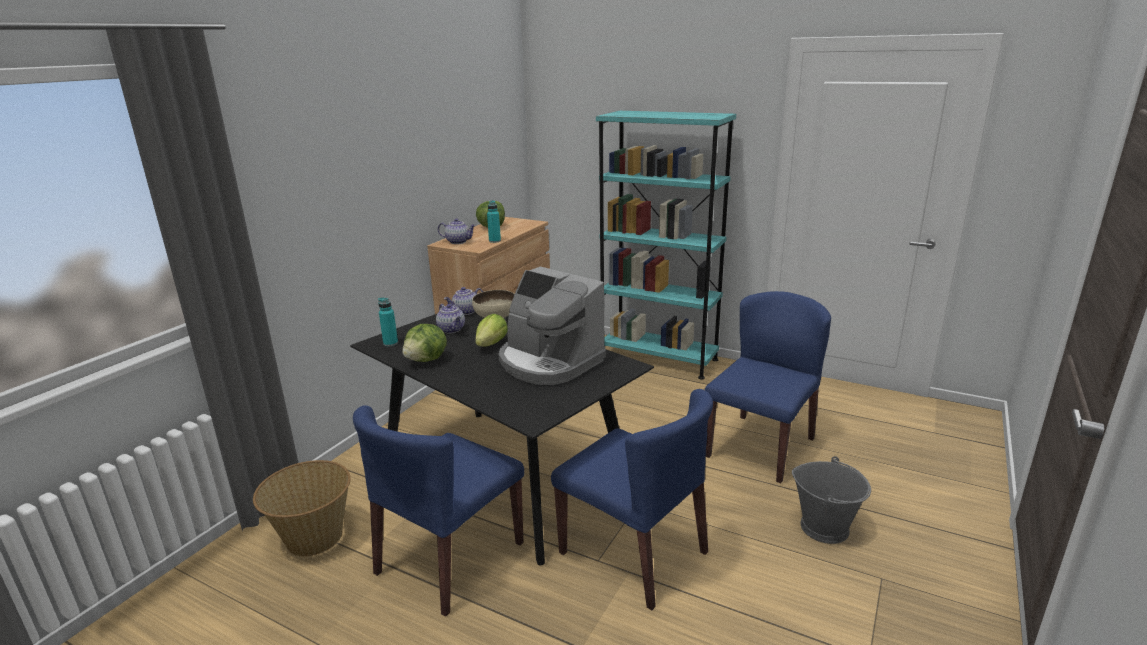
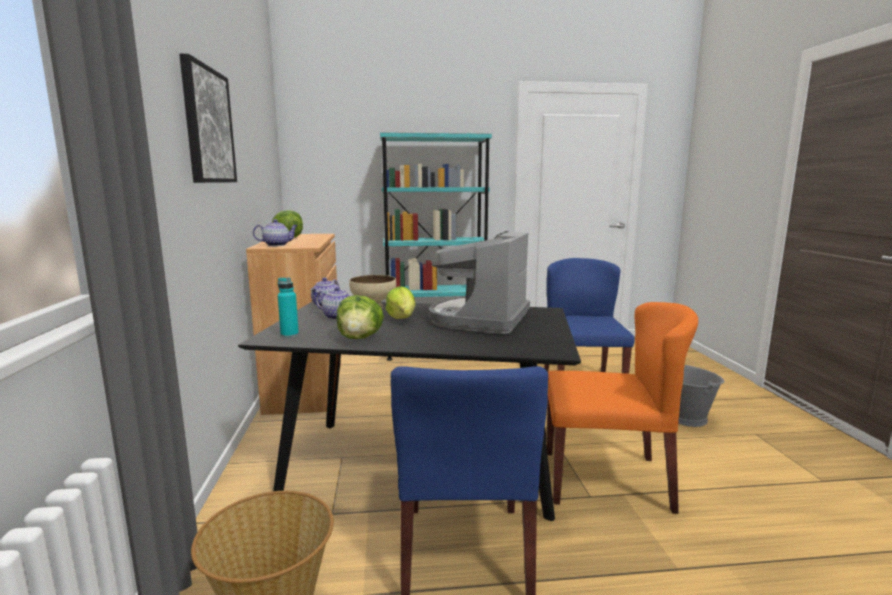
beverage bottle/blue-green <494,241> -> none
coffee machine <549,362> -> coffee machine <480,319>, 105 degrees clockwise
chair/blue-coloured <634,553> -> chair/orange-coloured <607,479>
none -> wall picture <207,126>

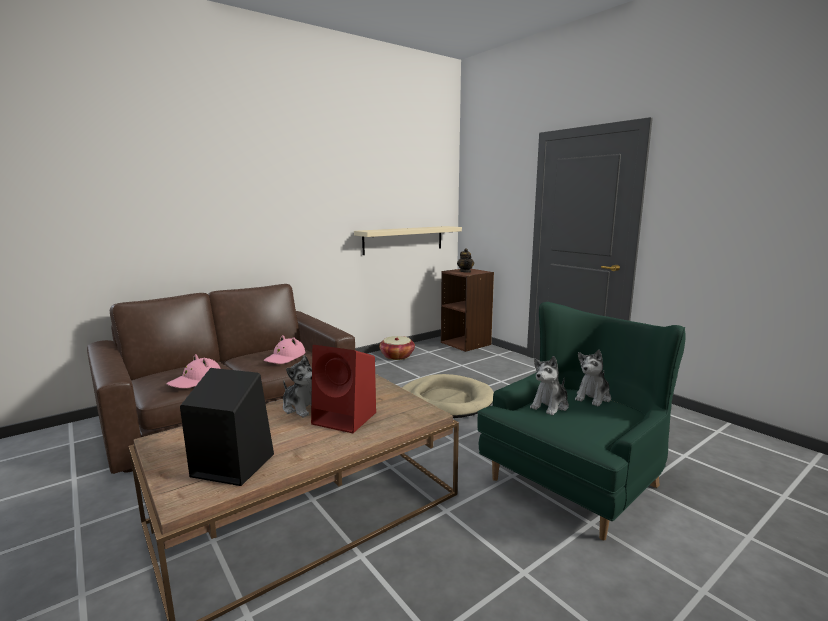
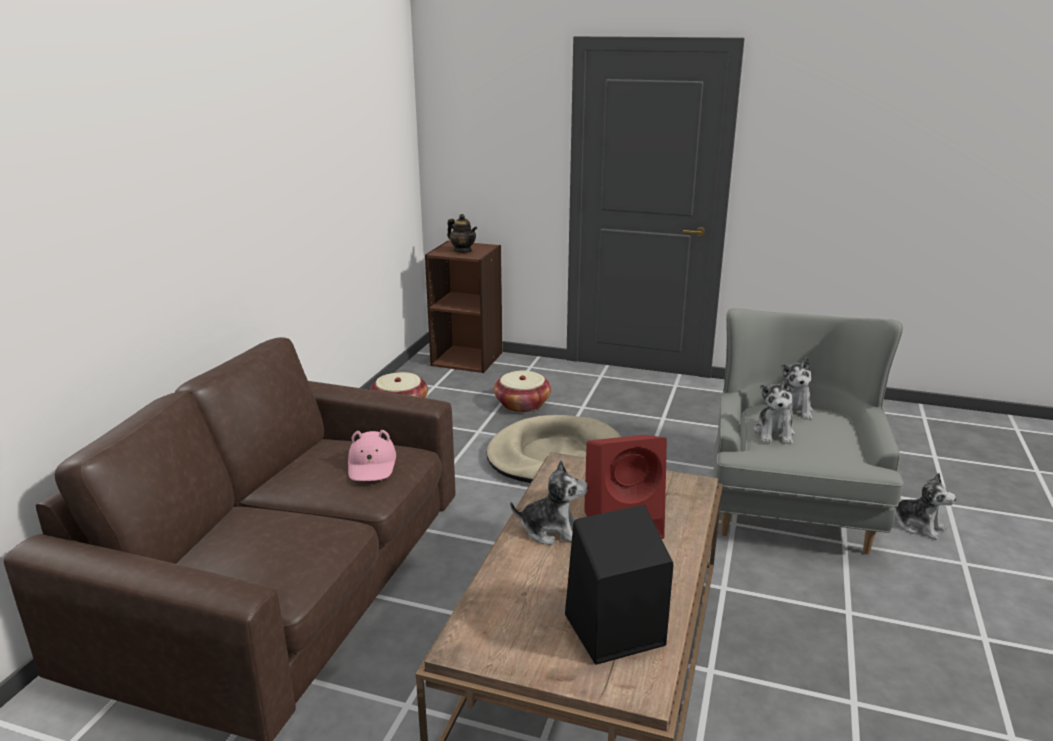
wall shelf/sand-coloured <403,240> -> none
easy chair/greenish <577,480> -> easy chair/greyish <789,504>
clothing hat/pink <196,380> -> none
none -> storage basket <522,404>
none -> soft toy <918,525>

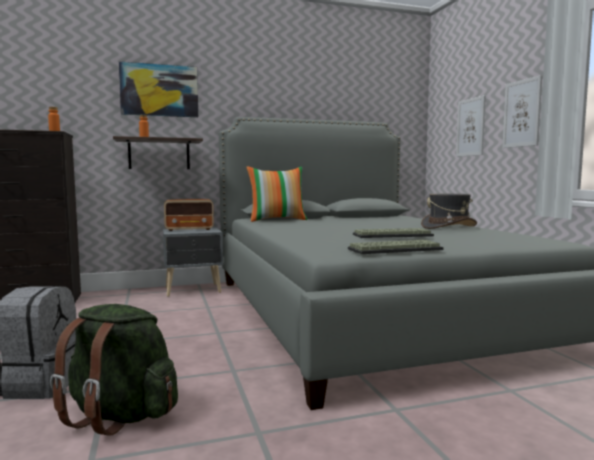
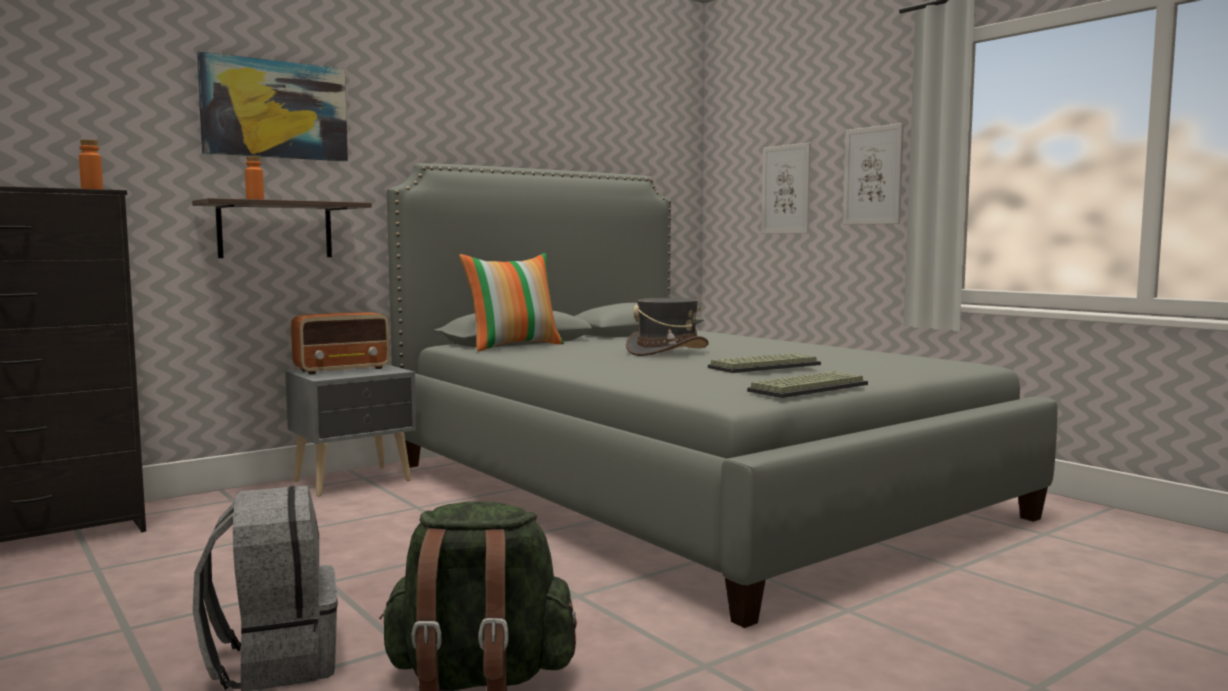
clothing hat/greyish <448,227> -> clothing hat/greyish <667,352>, relocated

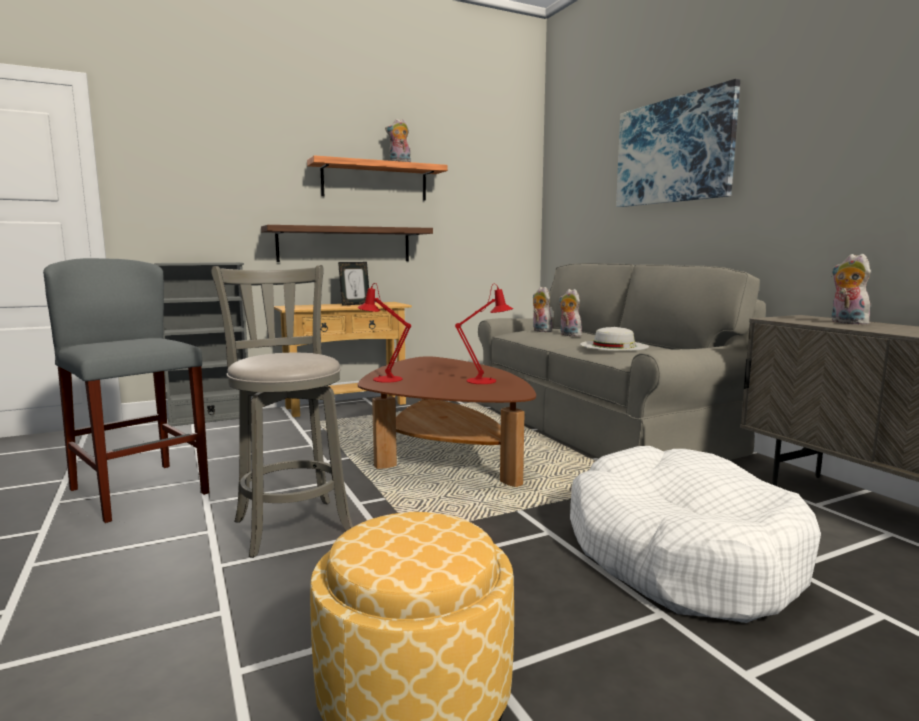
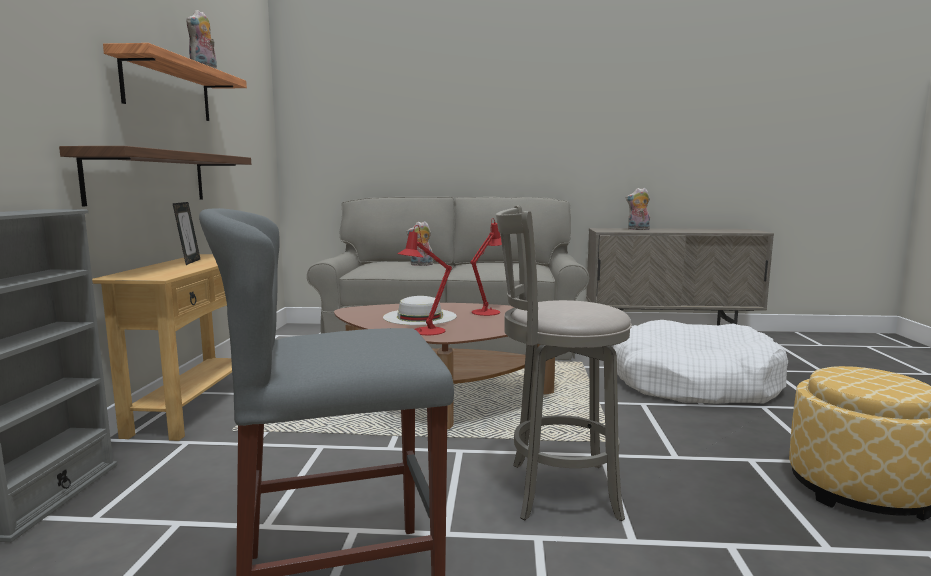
wall picture <673,151> -> none
soft toy <540,331> -> none
clothing hat/white-coloured <614,345> -> clothing hat/white-coloured <420,317>, relocated

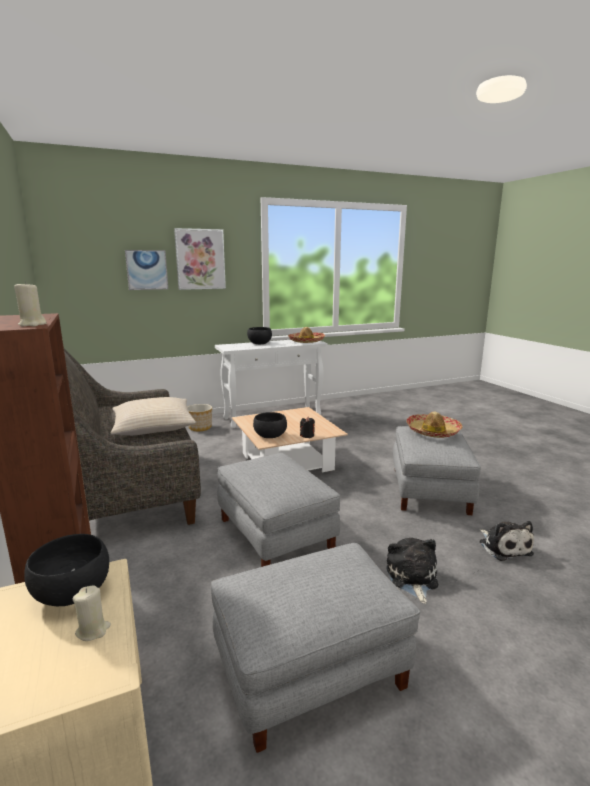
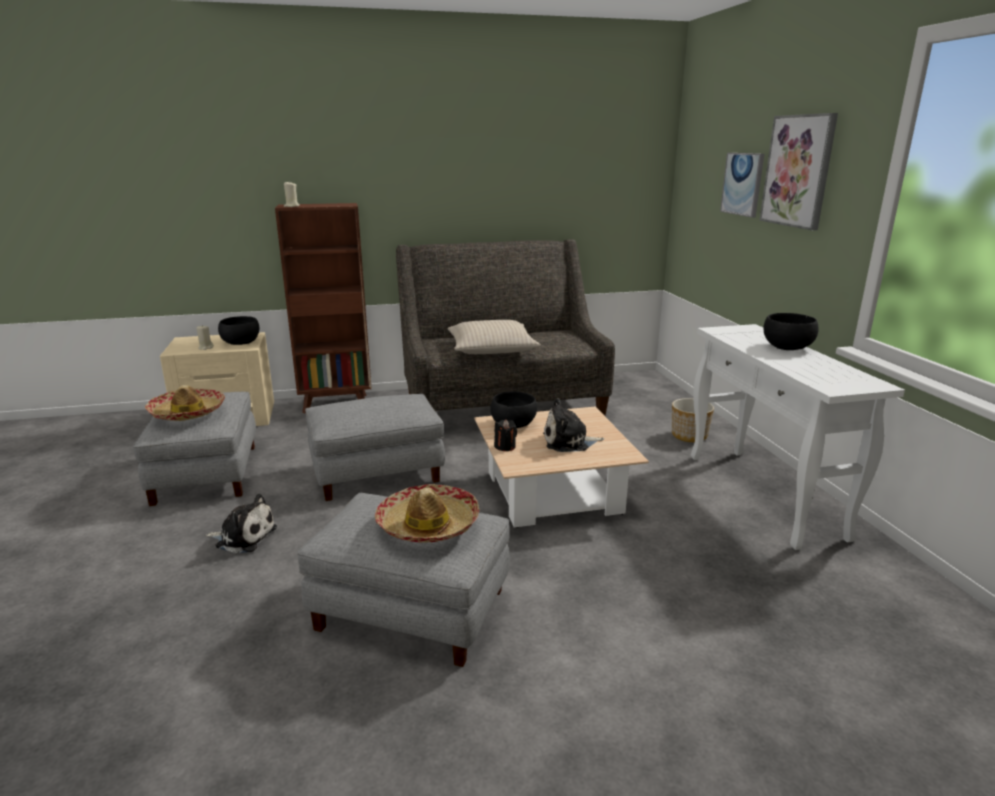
clothing hat <306,341> -> clothing hat <188,412>, relocated
soft toy <503,547> -> soft toy <569,442>, relocated

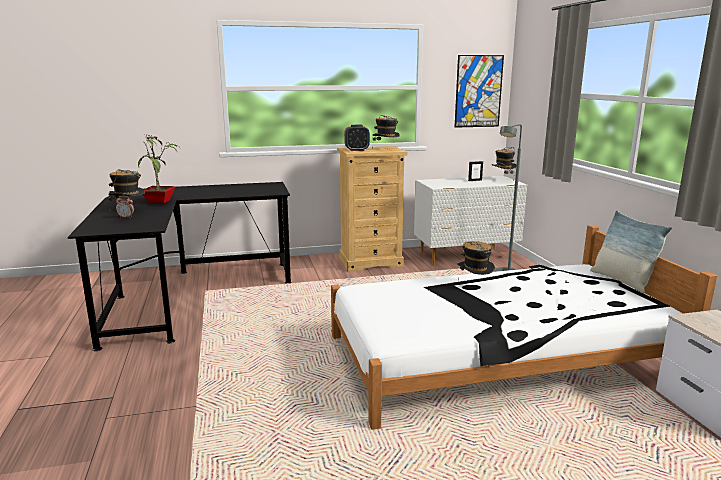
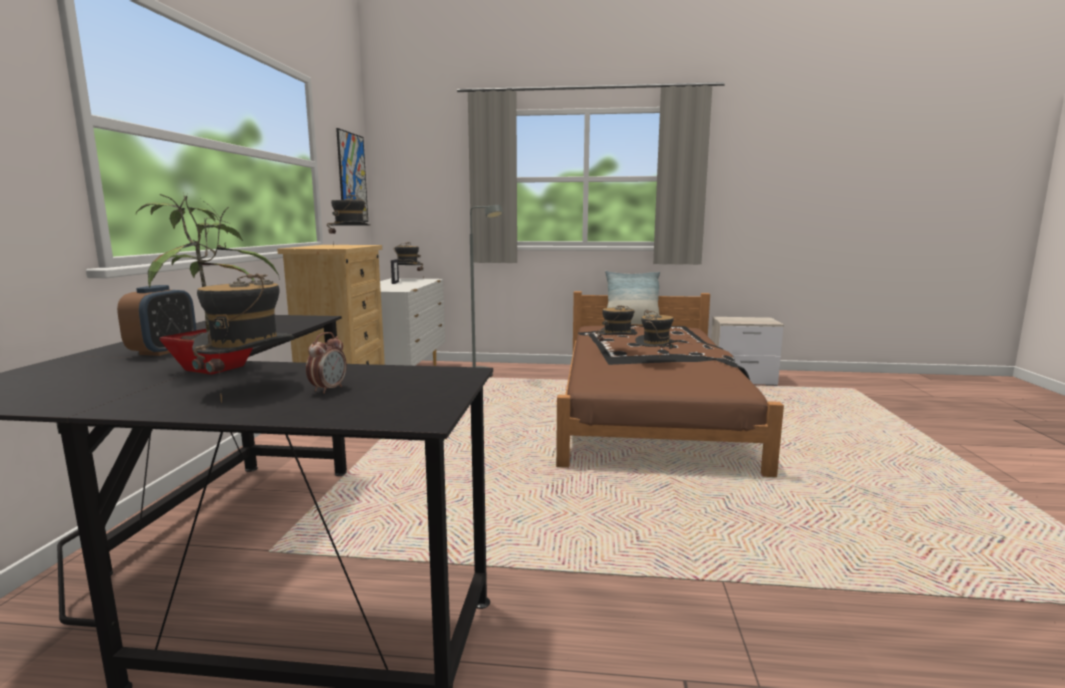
alarm clock <357,150> -> alarm clock <163,351>, relocated
sleeping bed/white-coloured <499,356> -> sleeping bed/brown <647,409>
none -> clothing hat <655,363>

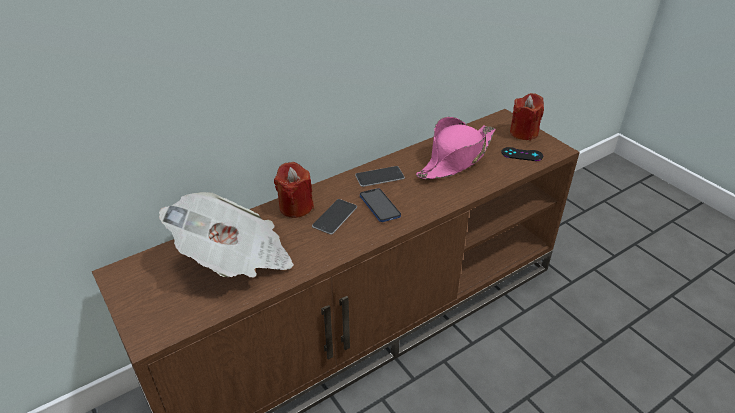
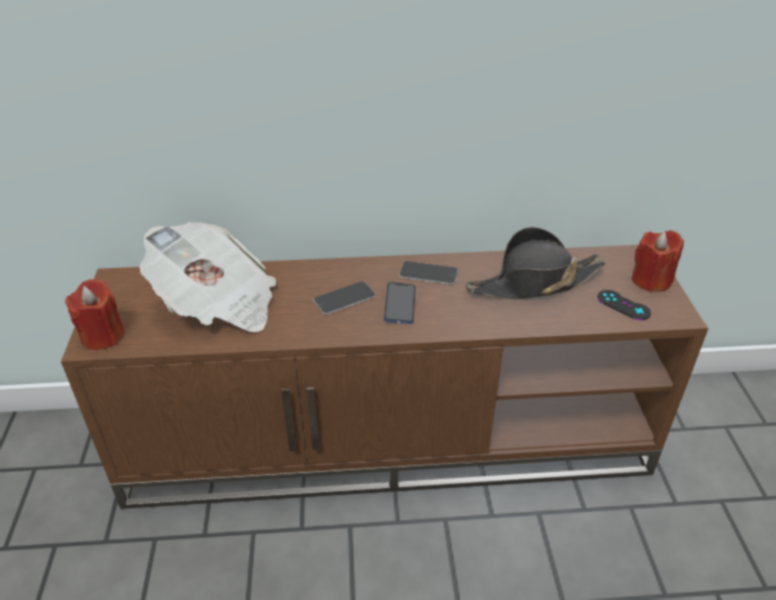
clothing hat/pink <456,159> -> clothing hat/black <534,283>
wax candle/red-coloured <295,207> -> wax candle/red-coloured <102,336>, relocated

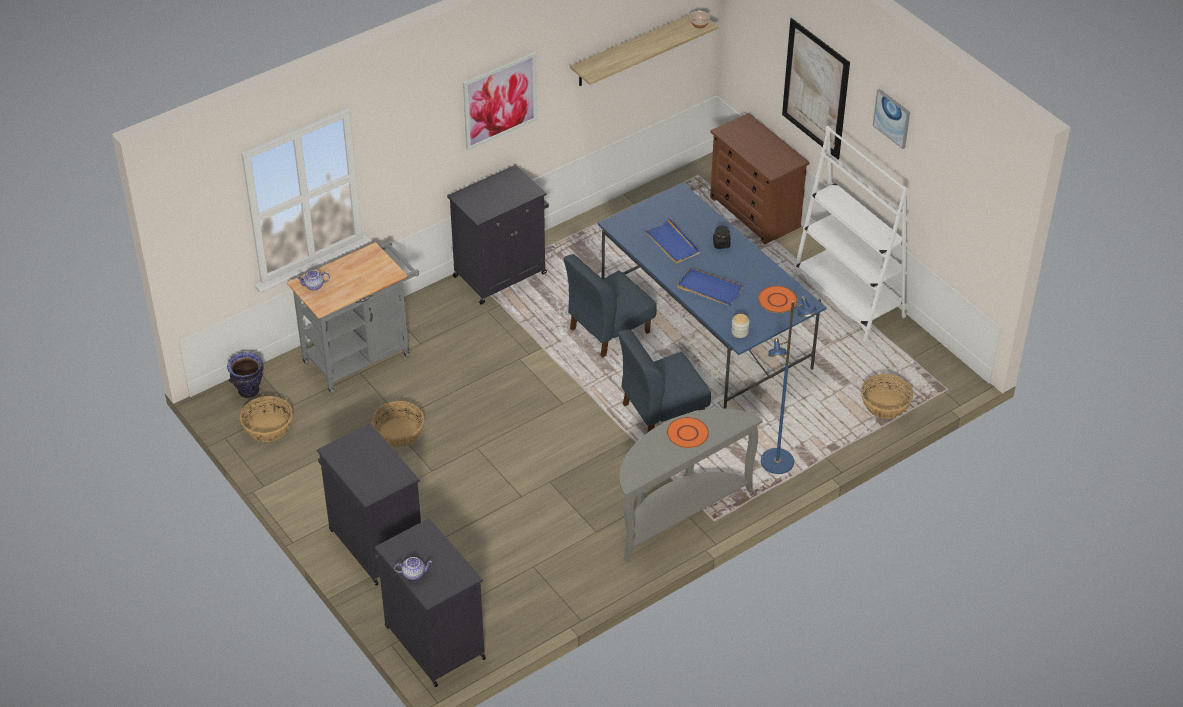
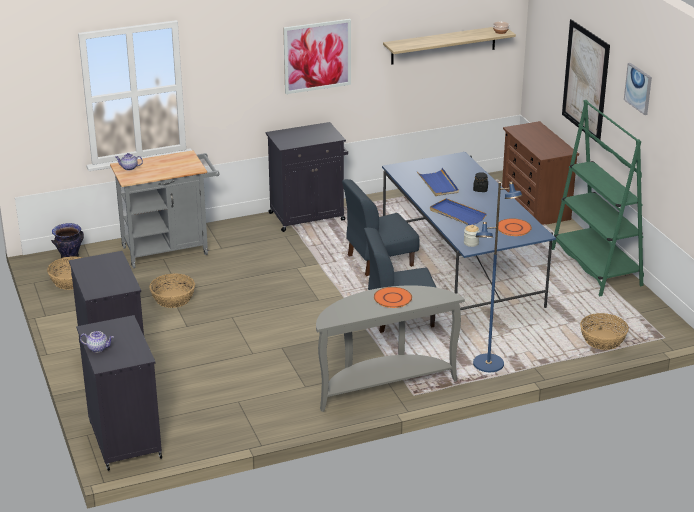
shelving unit/white-coloured <848,298> -> shelving unit/greenish <595,267>

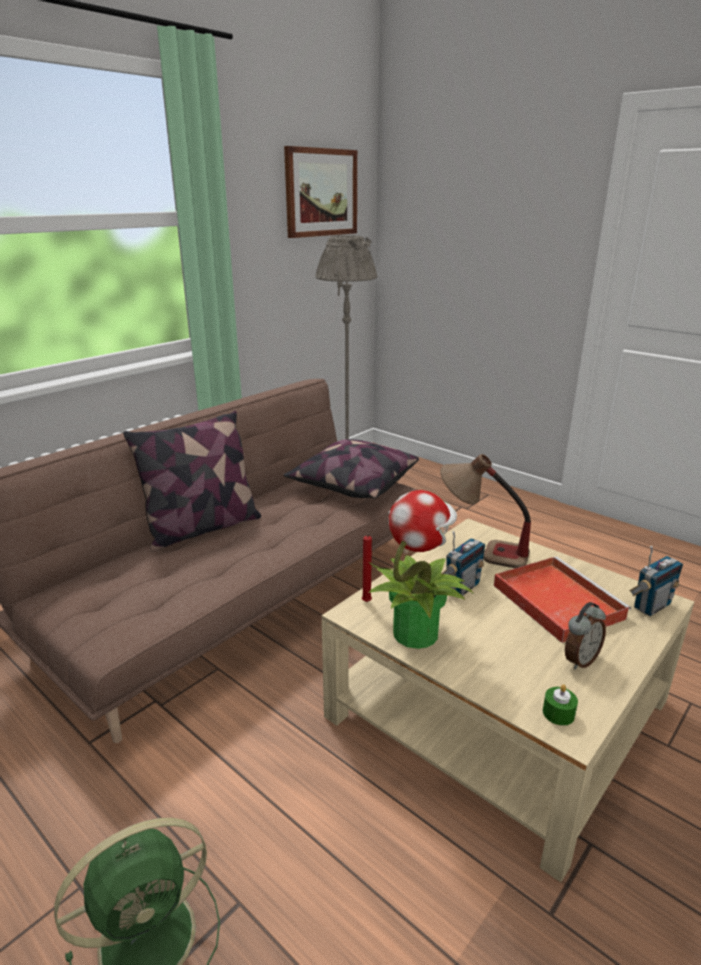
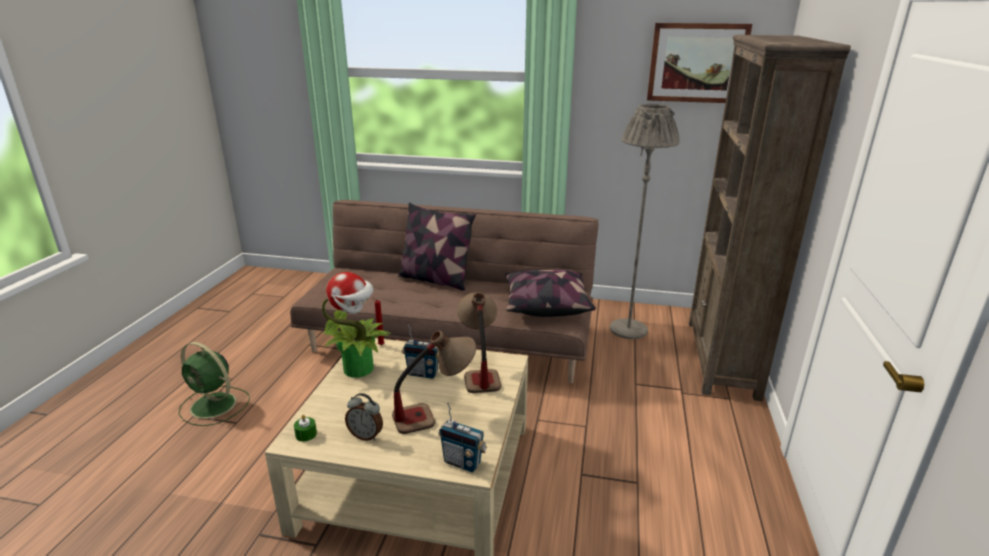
tray/red-coloured <555,600> -> table lamp <435,414>
none -> shelving unit/brown <721,358>

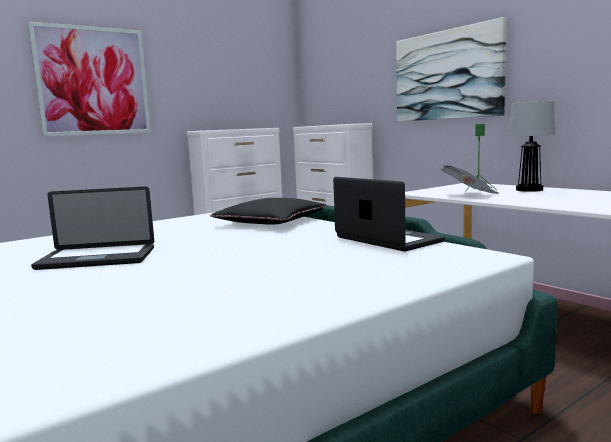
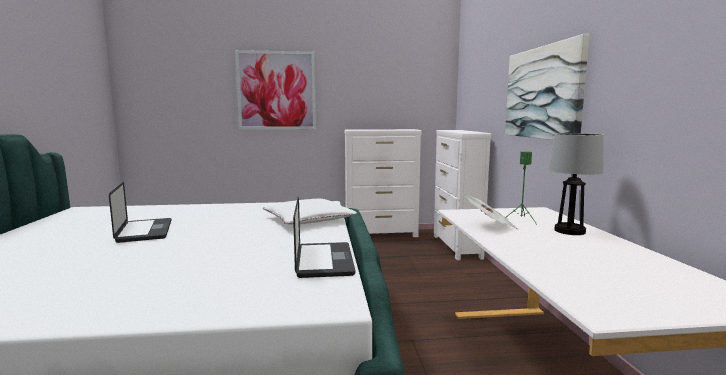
laptop <97,259> -> laptop <145,231>, 135 degrees counterclockwise
cushion/black <271,221> -> cushion/white-coloured <309,219>

